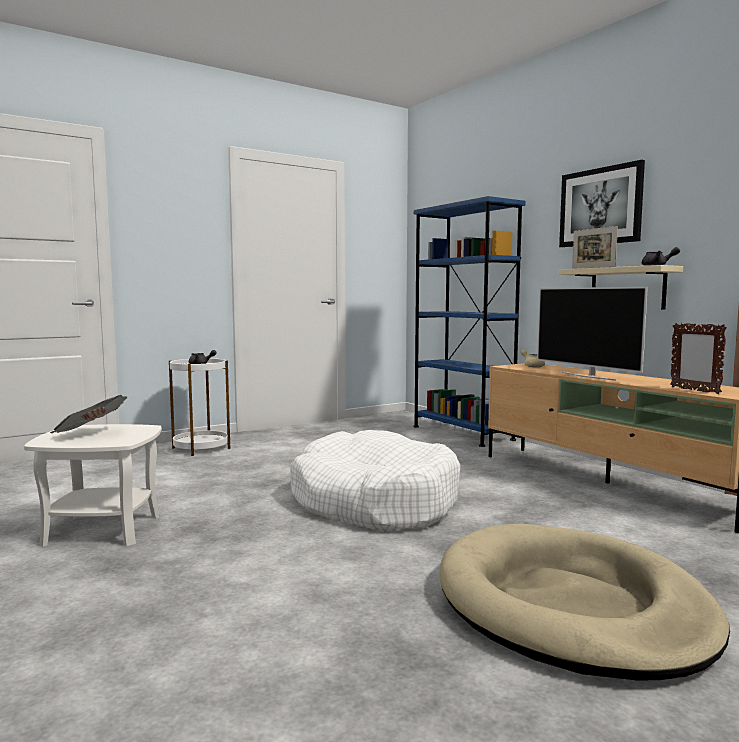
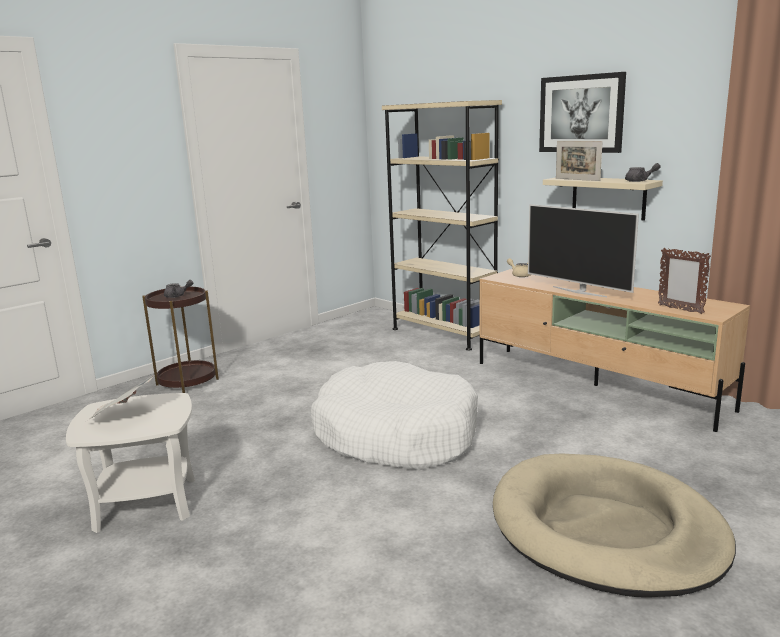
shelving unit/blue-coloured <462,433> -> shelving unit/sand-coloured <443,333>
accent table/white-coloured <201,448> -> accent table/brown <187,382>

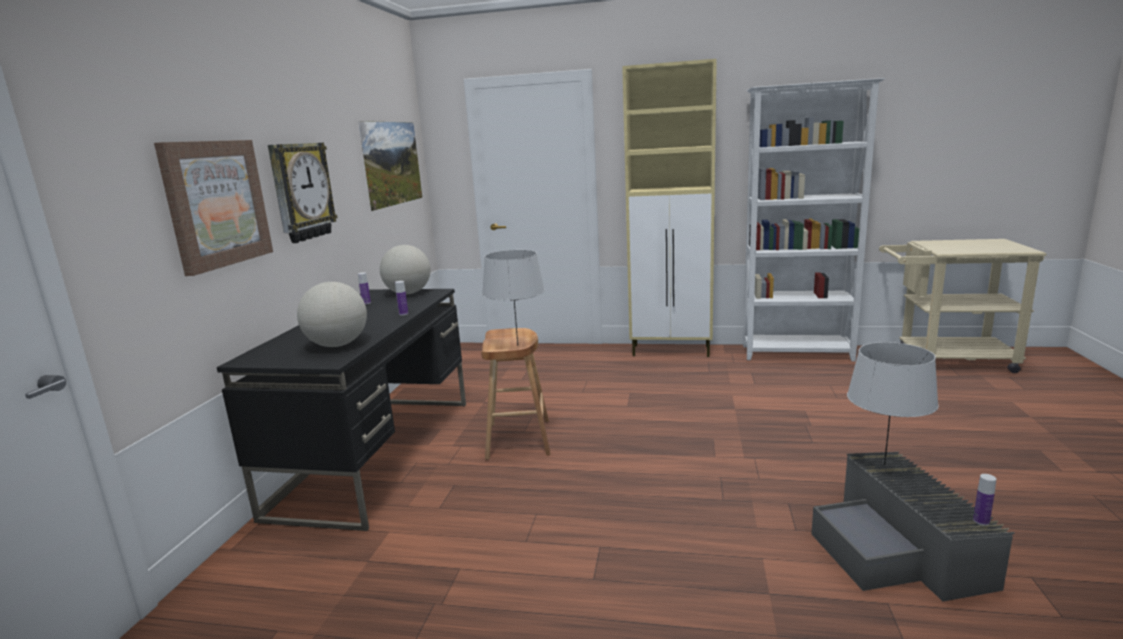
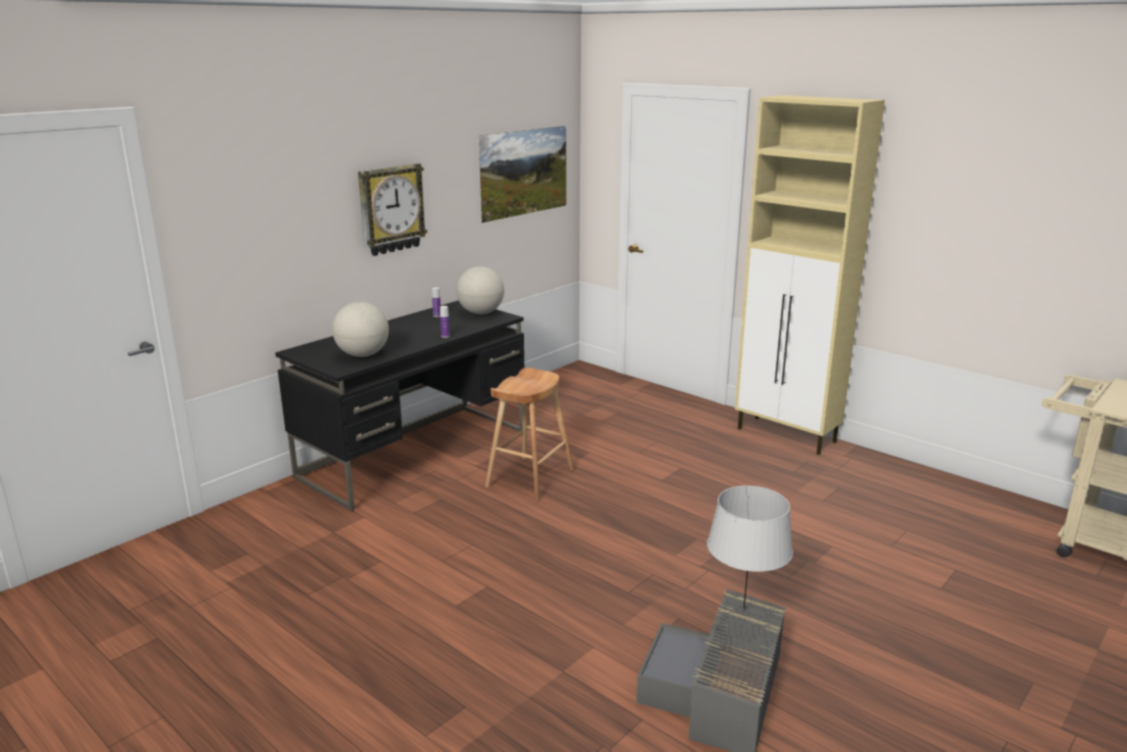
shelving unit/white-coloured <798,354> -> none
wall picture <216,204> -> none
table lamp/greyish <518,346> -> none
beverage bottle <981,521> -> none

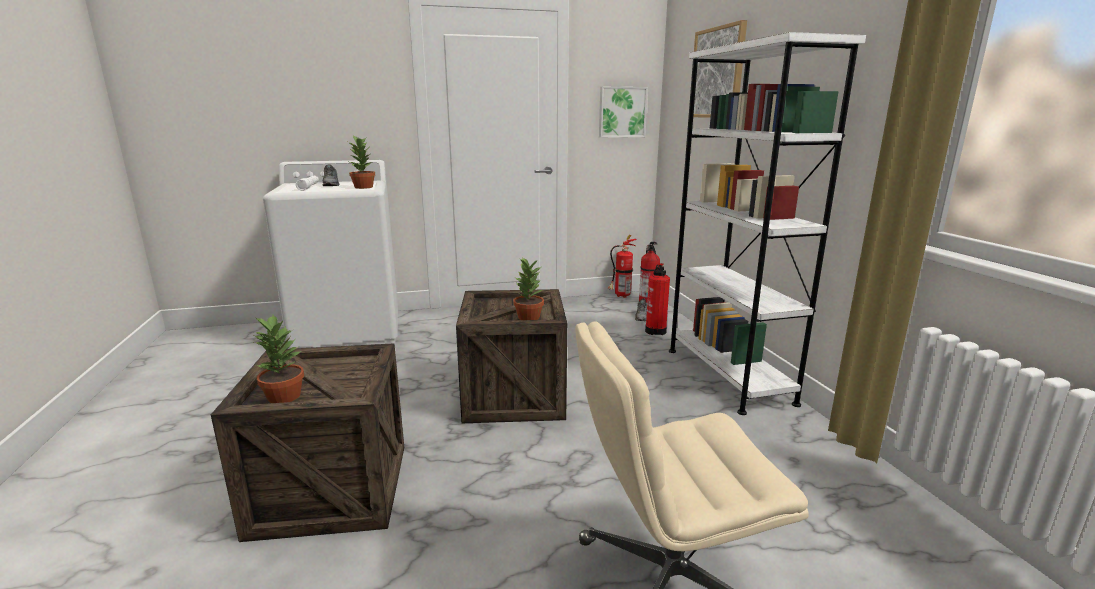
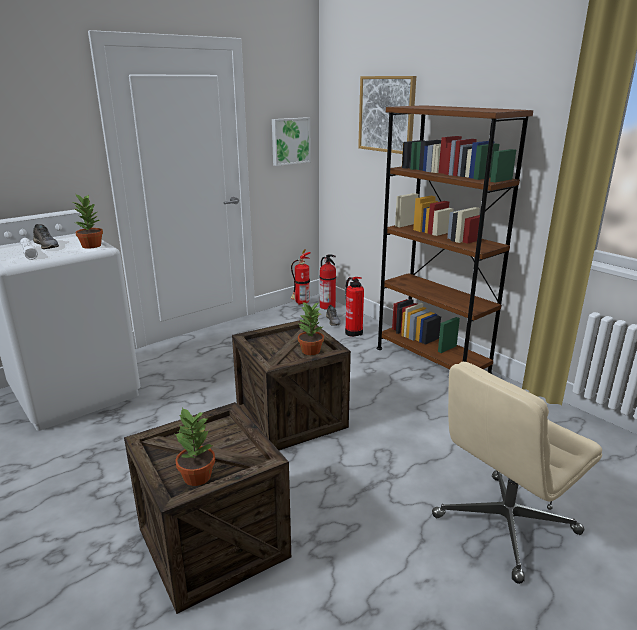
shelving unit/white-coloured <728,375> -> shelving unit/brown <431,360>

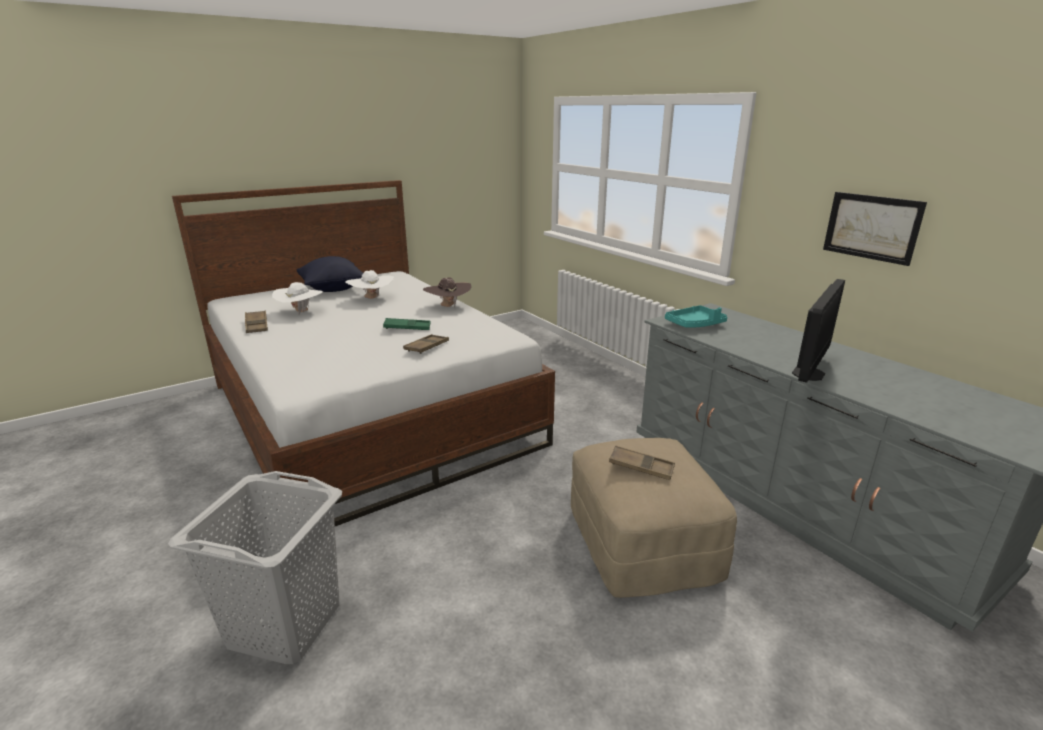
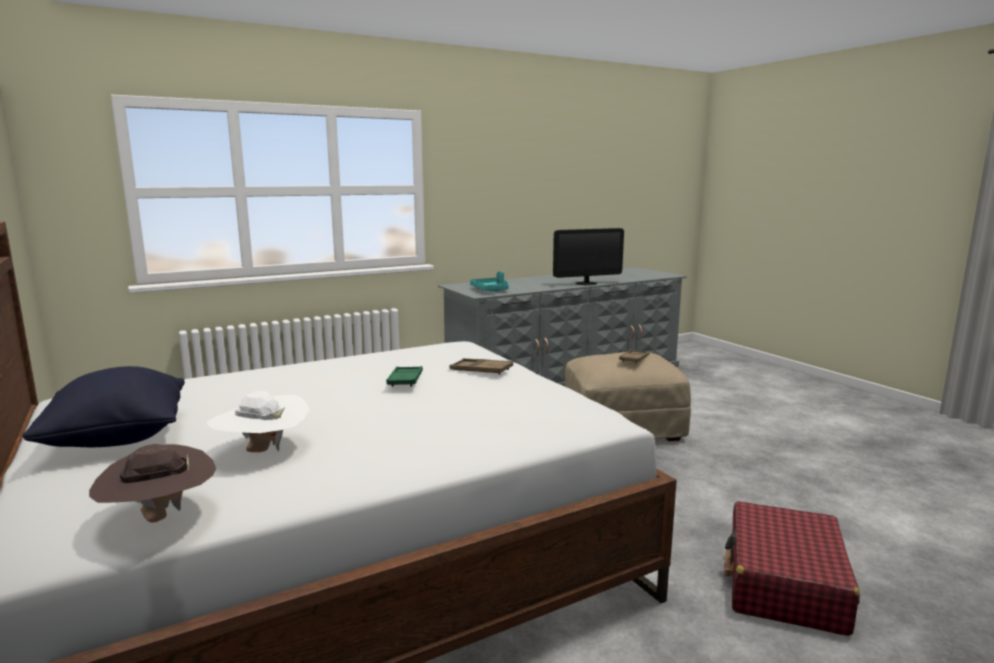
wall picture <871,227> -> none
clothing hat/white-coloured <372,298> -> none
clothing hat/brown <448,306> -> clothing hat/brown <160,518>, relocated
computer screen <808,373> -> computer screen <586,283>, 120 degrees clockwise
tray/brown <256,325> -> none
washing basket/greyish <283,625> -> travel case/red-coloured <784,583>

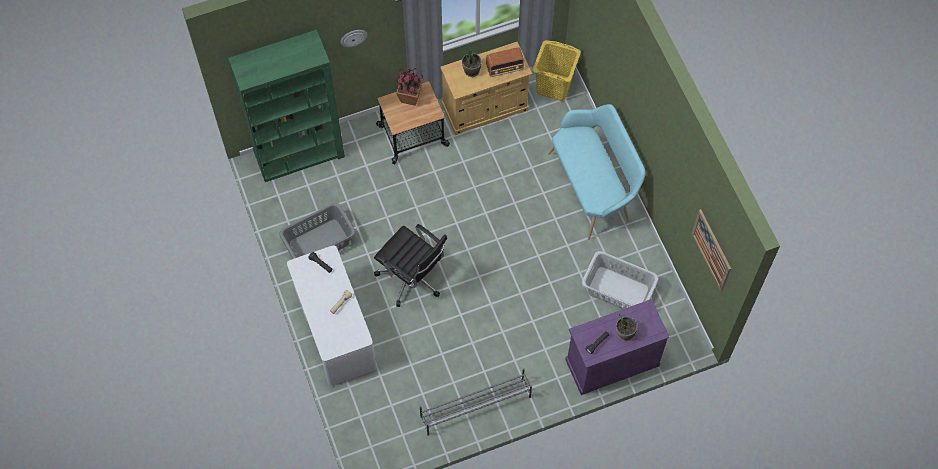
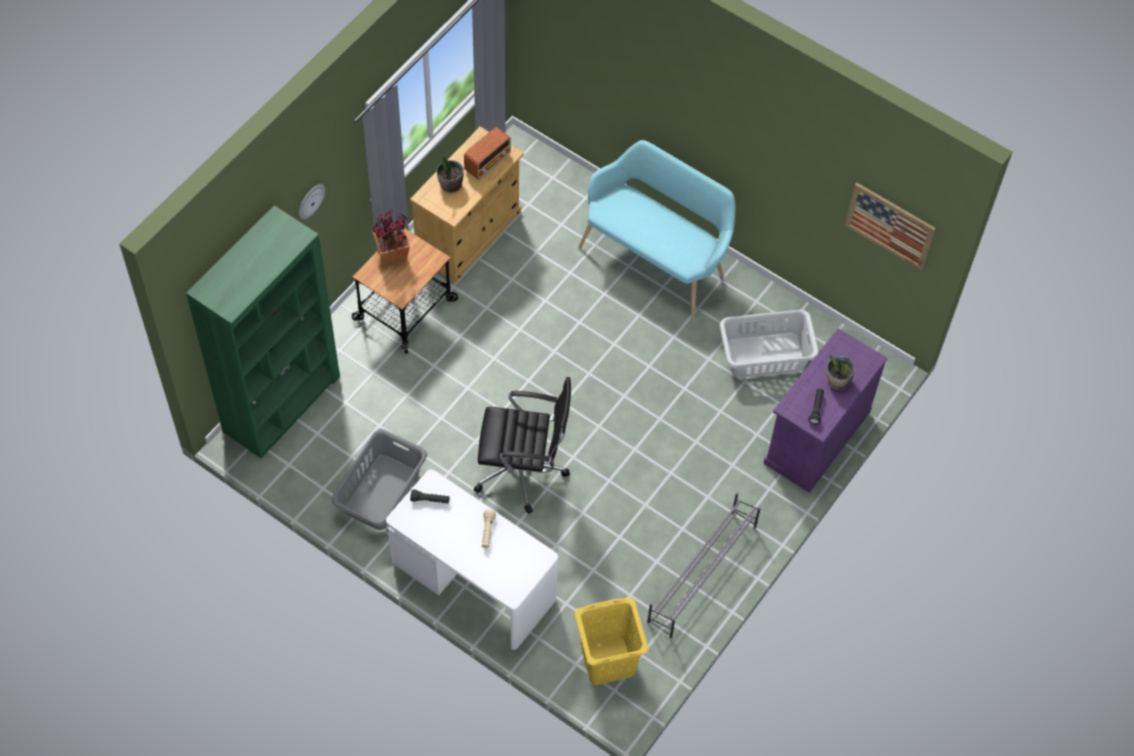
washing basket/yellow <553,86> -> washing basket/yellow <607,661>, relocated

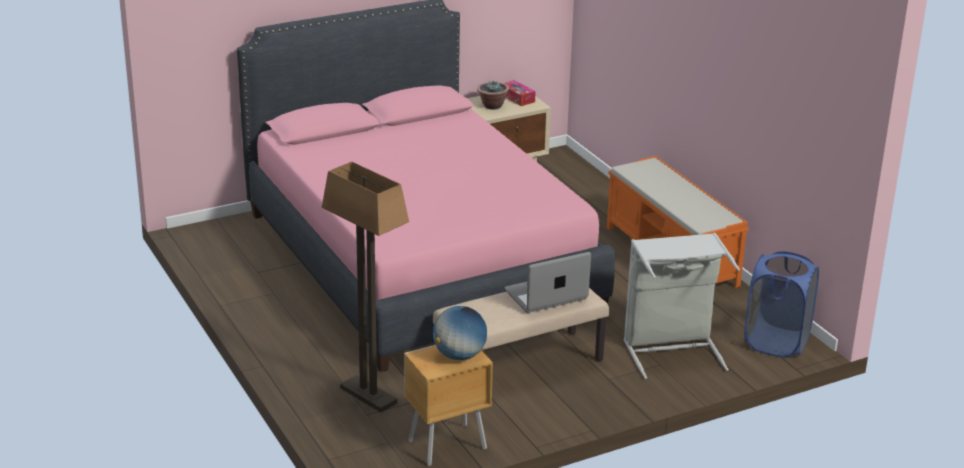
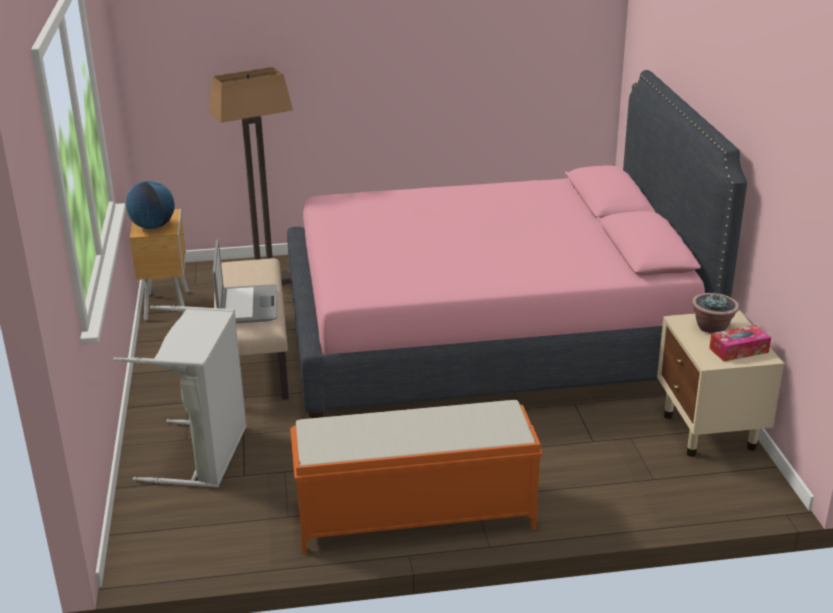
washing basket/blue-coloured <776,342> -> none

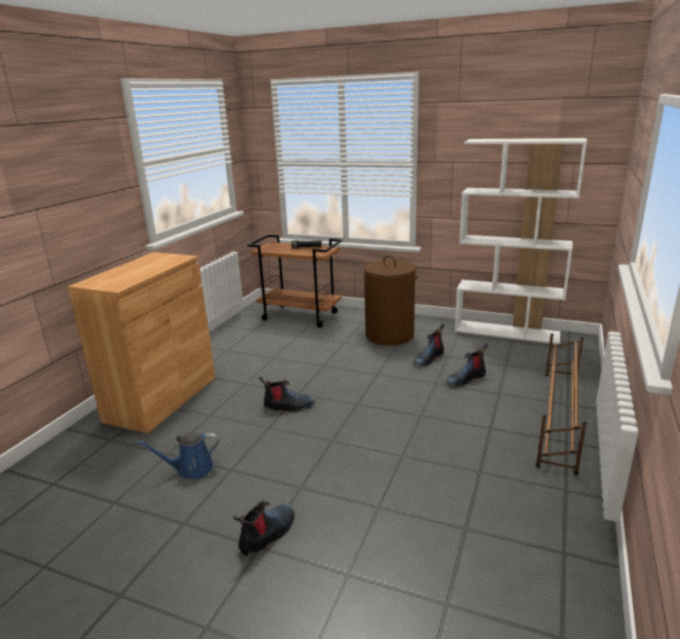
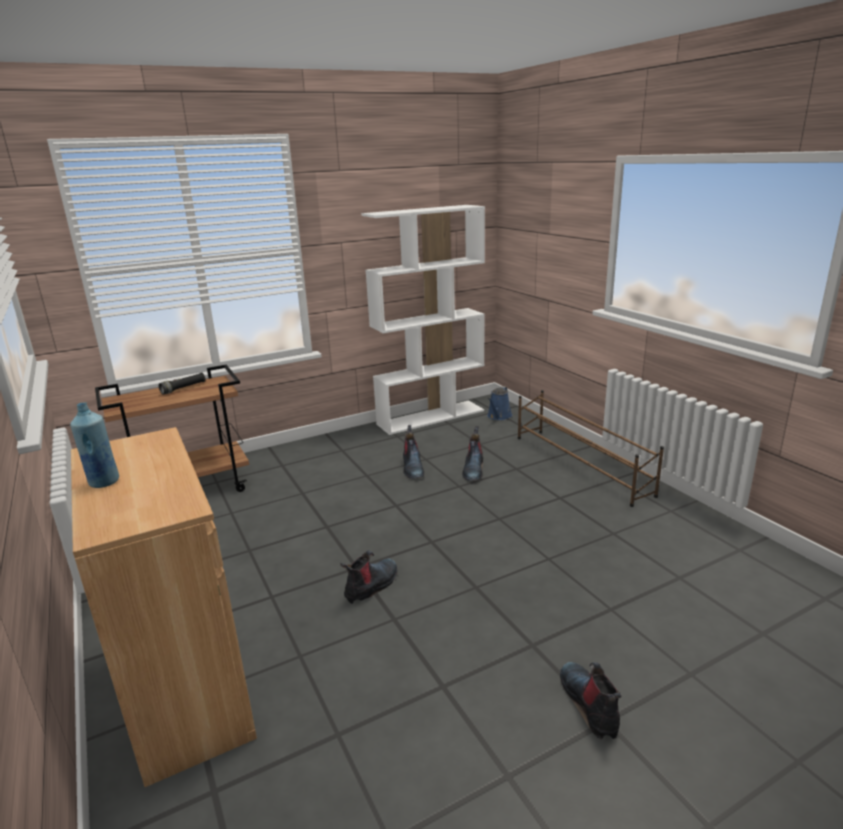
washing basket/brown <390,335> -> none
watering can/blue-coloured <191,469> -> watering can/blue-coloured <498,416>, relocated
none -> beverage bottle/blue-coloured <103,482>

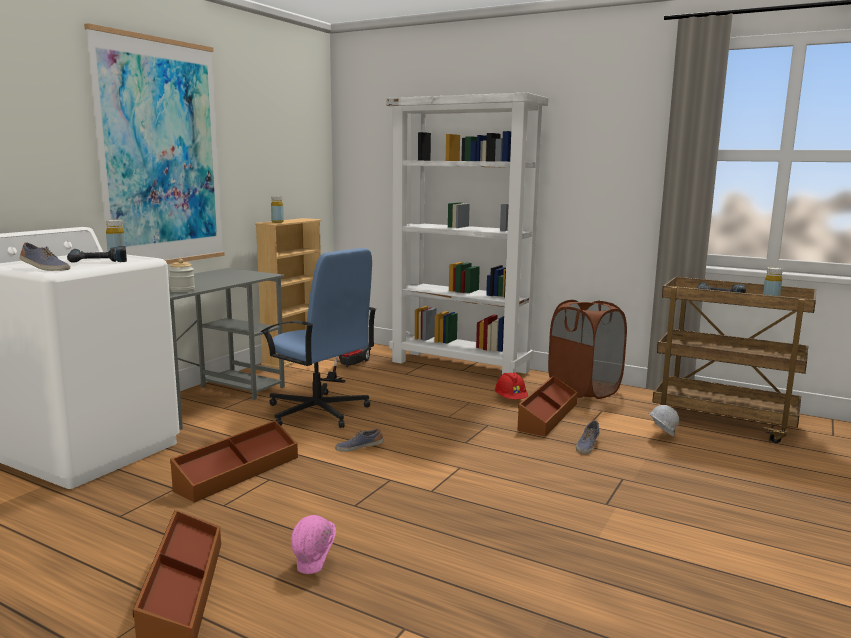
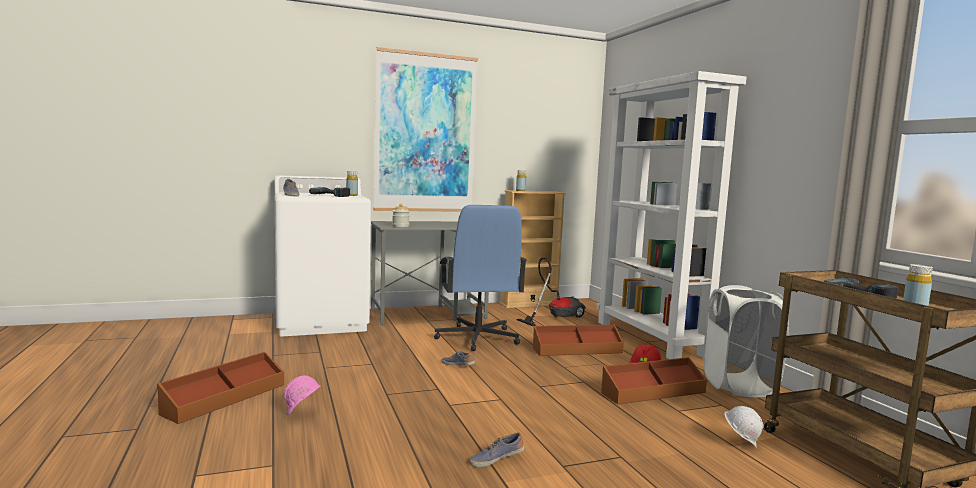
washing basket/brown <584,390> -> washing basket/white-coloured <739,385>
storage bin/brown <237,473> -> storage bin/brown <577,350>, relocated
shoe <587,445> -> shoe <496,459>, relocated

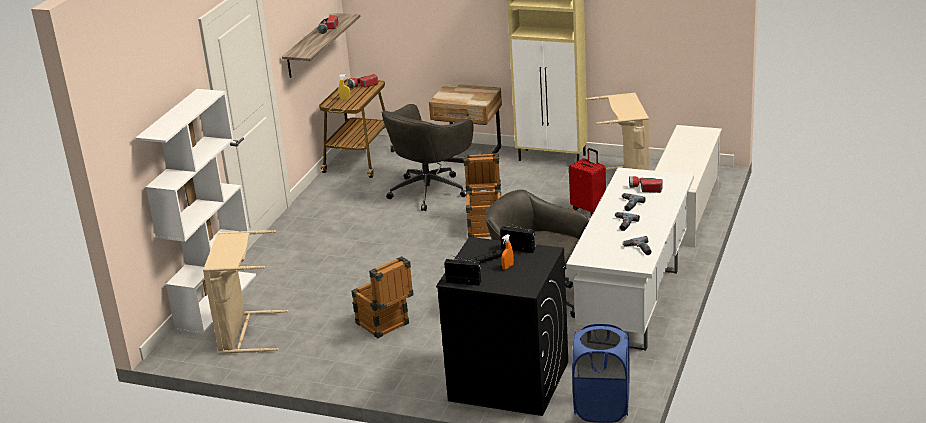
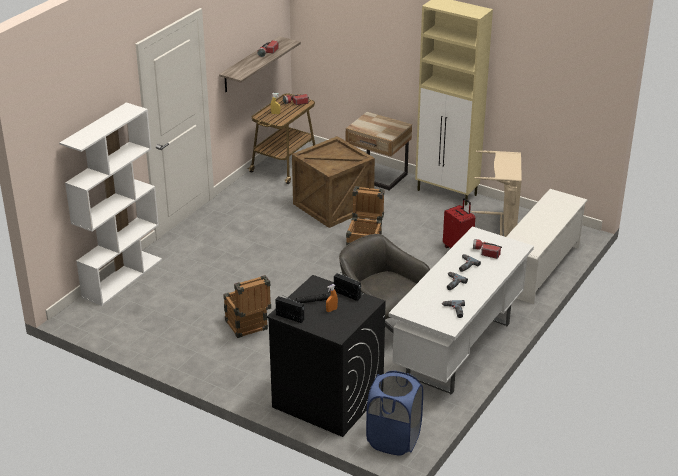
computer chair/greyish <430,190> -> crate <332,206>
washing basket/sand-coloured <245,333> -> none

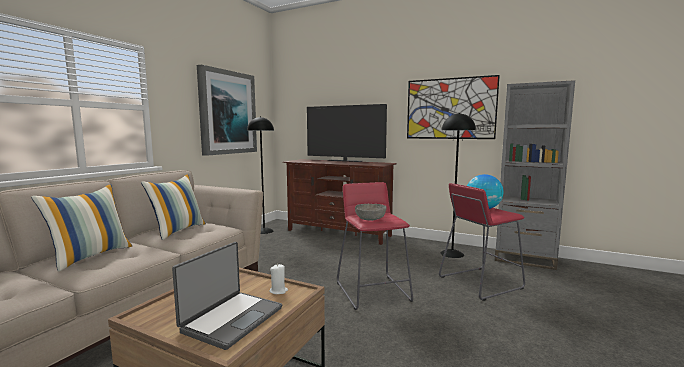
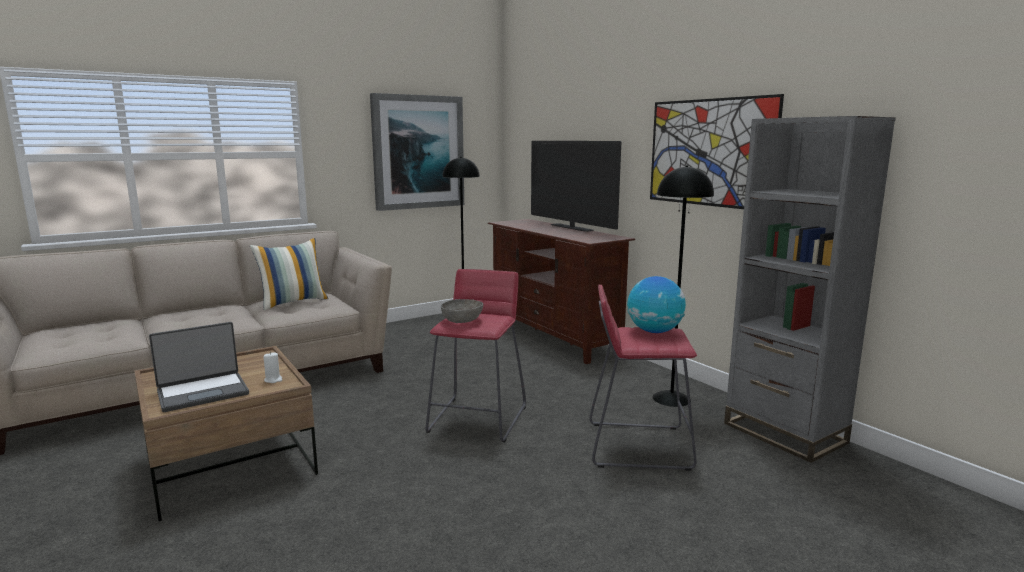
cushion <91,256> -> none

